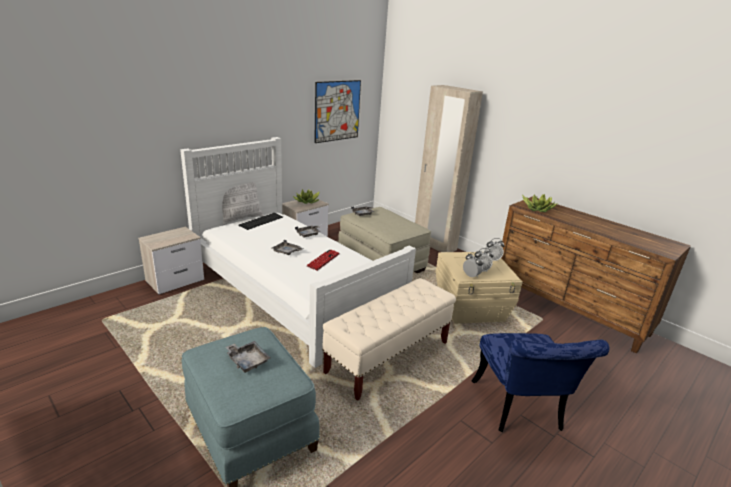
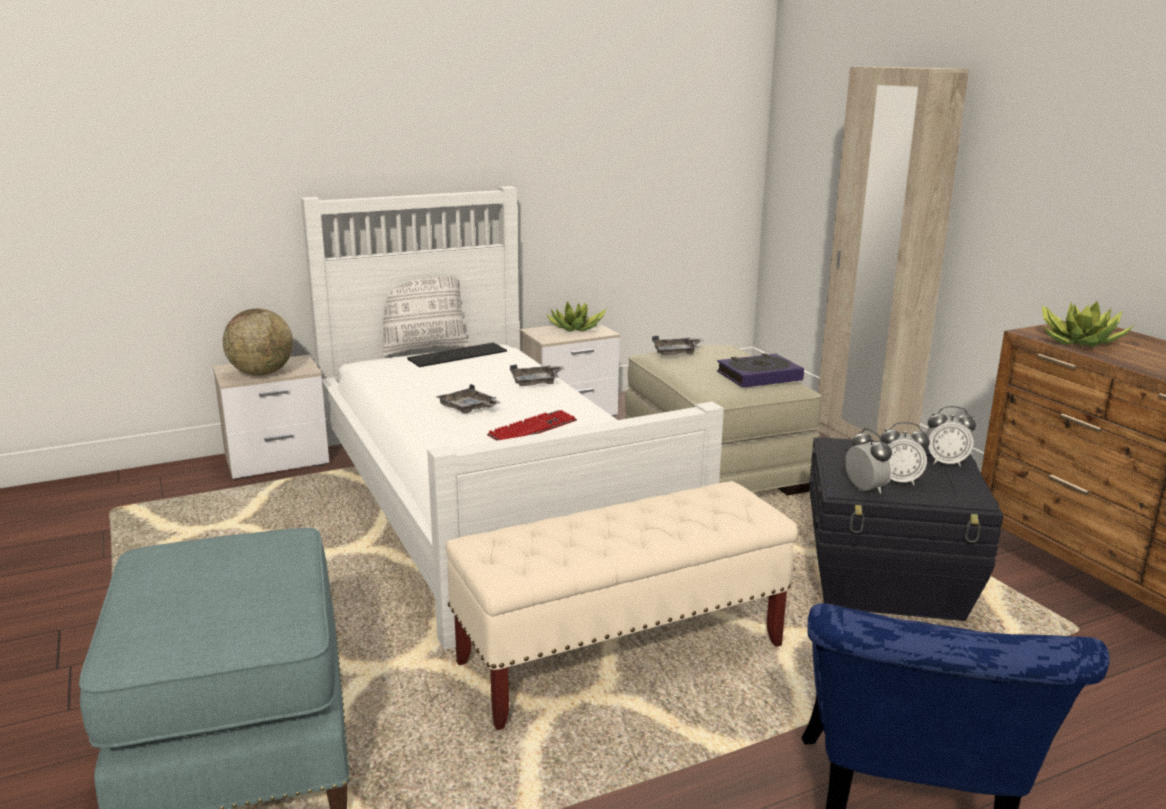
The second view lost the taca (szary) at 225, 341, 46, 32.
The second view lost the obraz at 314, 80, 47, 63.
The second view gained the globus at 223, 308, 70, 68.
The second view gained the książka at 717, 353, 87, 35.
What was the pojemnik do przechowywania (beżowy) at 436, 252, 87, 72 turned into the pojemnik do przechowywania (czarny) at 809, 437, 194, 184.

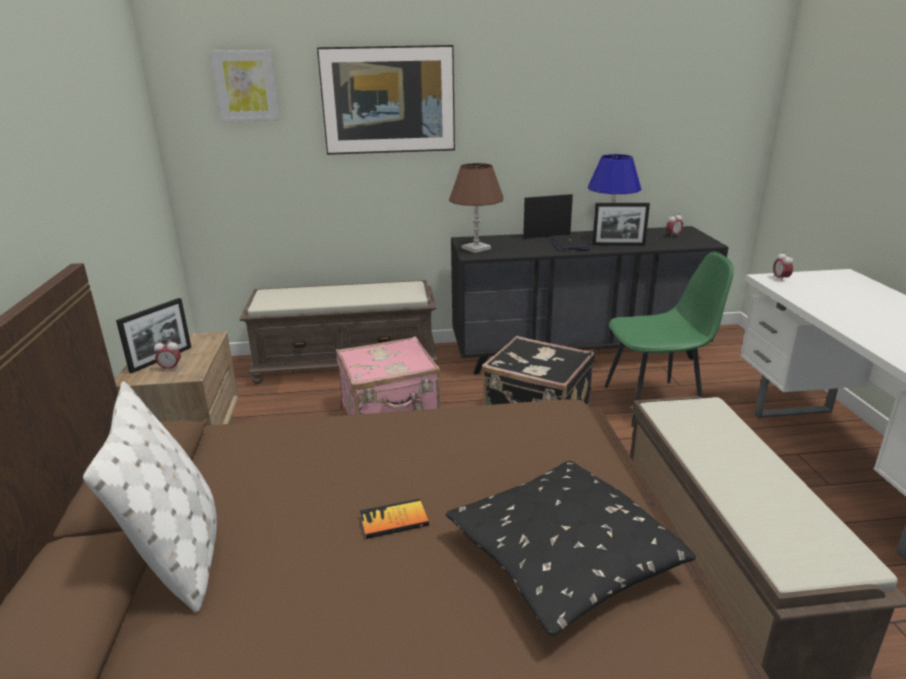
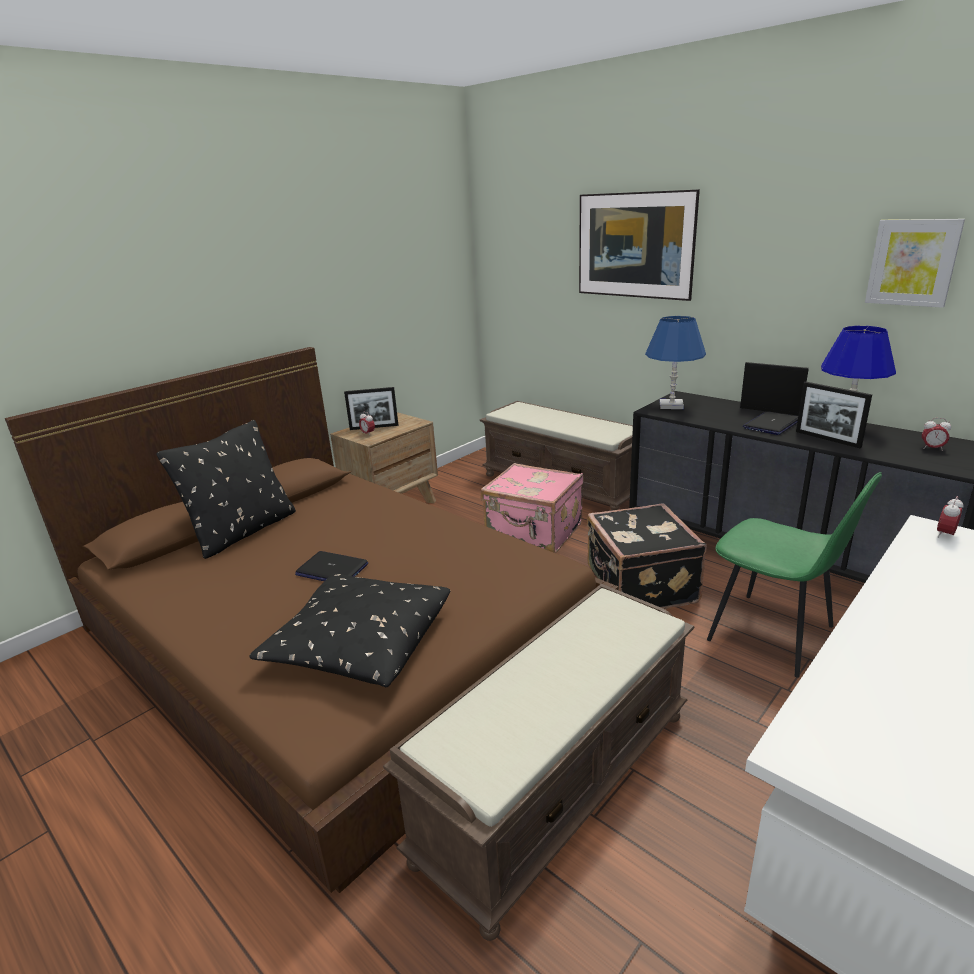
The obraz ended up elsewhere, having gone from 210, 50, 69, 72 to 865, 219, 100, 89.
Where the książka stood at 360, 499, 69, 40, the laptop came to stand at 295, 551, 73, 31.
What was the poduszka (biały) at 83, 381, 134, 231 turned into the poduszka (czarny) at 156, 420, 140, 139.
What was the lampa stołowa (brązowy) at 449, 163, 55, 90 turned into the lampa stołowa (niebieski) at 645, 316, 61, 93.

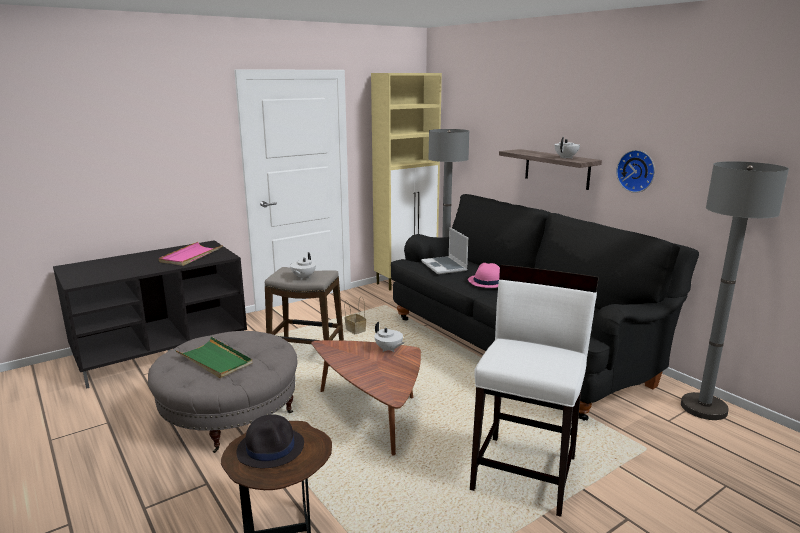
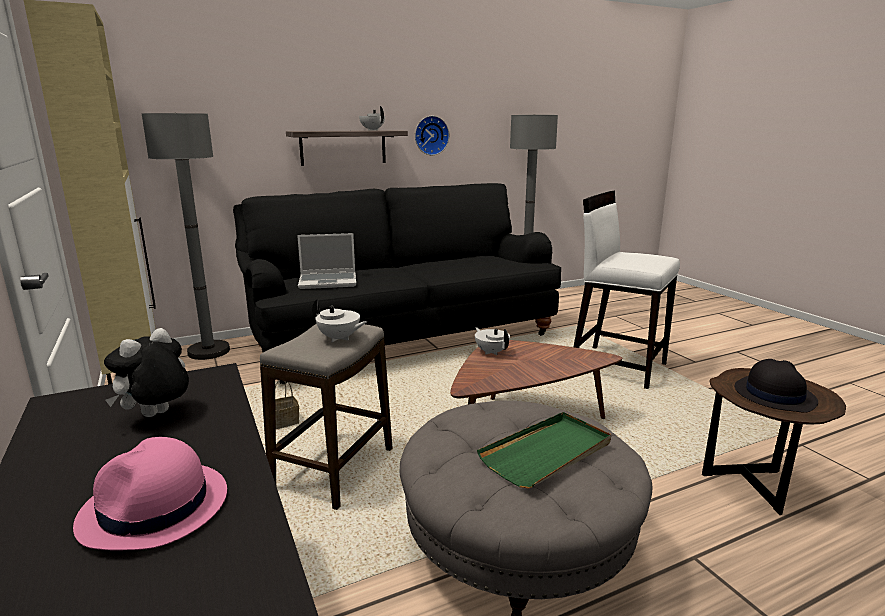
The kapelusz (różowy) ended up elsewhere, having gone from 468, 263, 32, 25 to 73, 437, 154, 113.
Where the taca (różowy) stood at 159, 242, 64, 24, the pluszak came to stand at 104, 328, 85, 89.
The imbryk (biały) at 374, 322, 31, 30 ended up facing another way, 90 degrees counterclockwise from before.

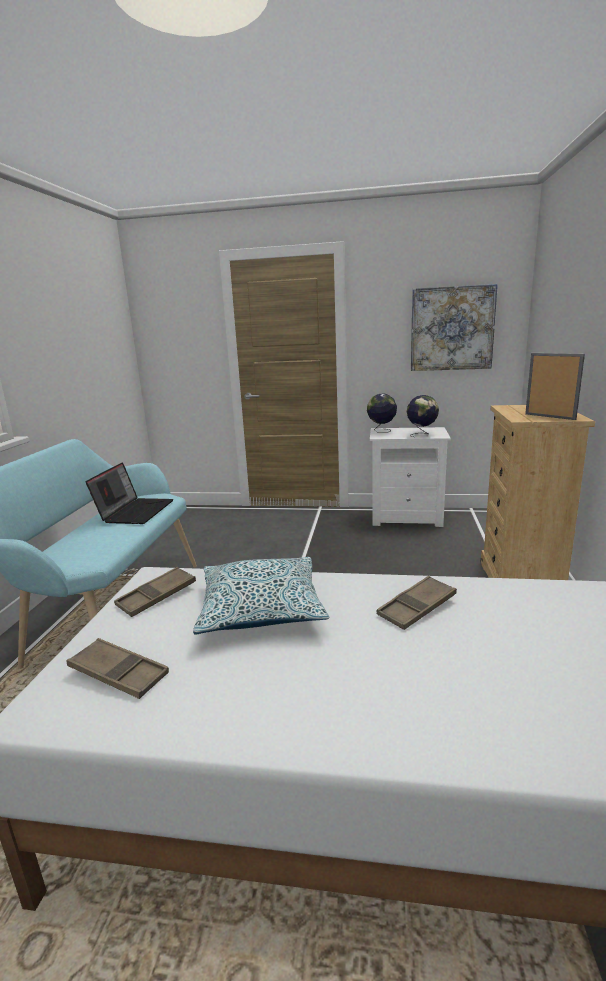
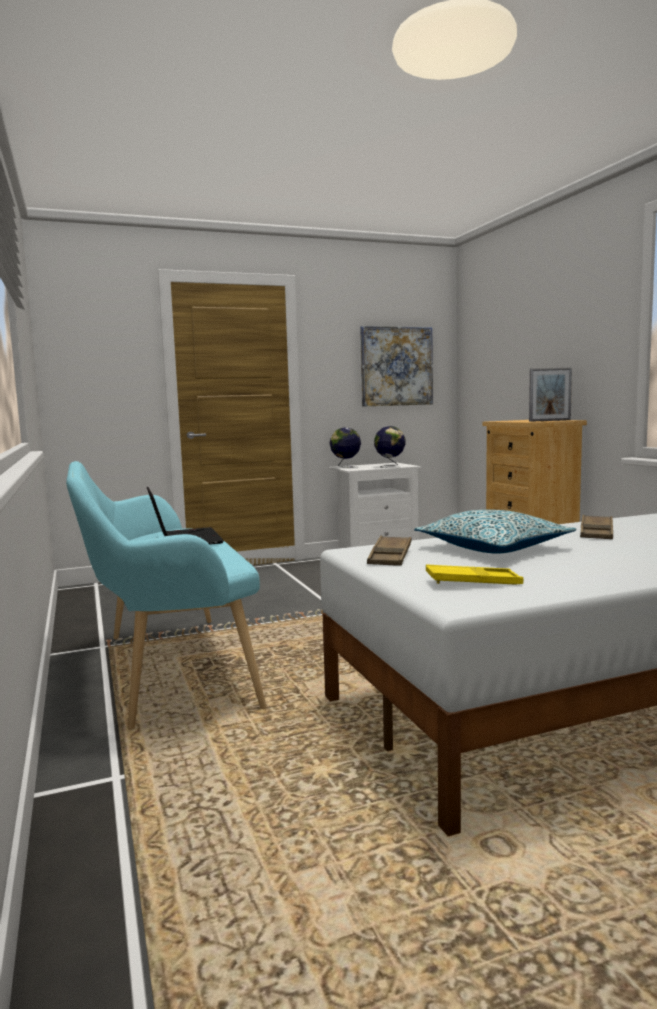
What was the taca (brązowy) at 66, 638, 103, 61 turned into the taca (żółty) at 426, 564, 98, 20.
The ramka na zdjęcie at 525, 353, 60, 67 ended up facing another way, 150 degrees clockwise from before.

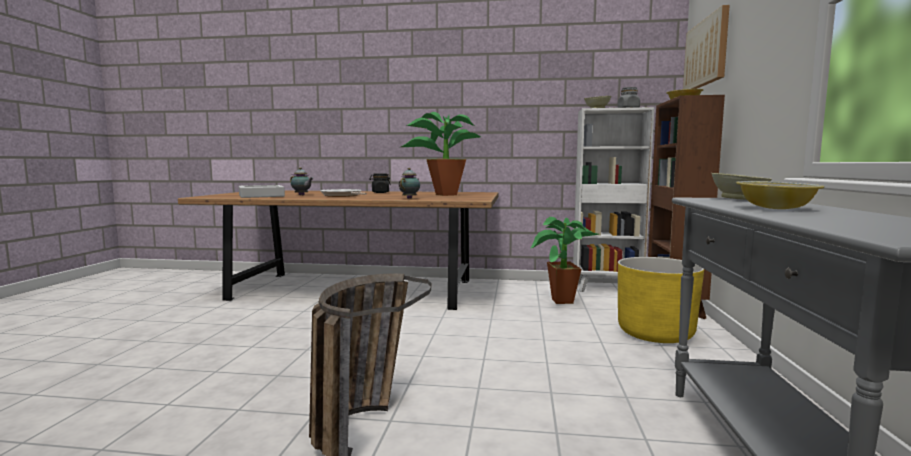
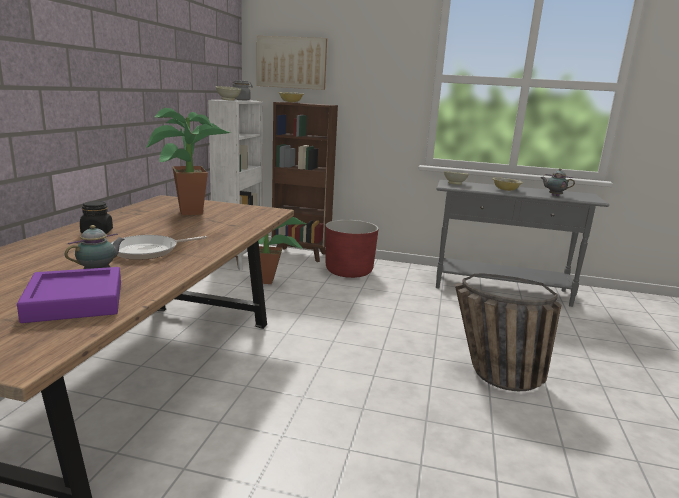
The imbryk ended up elsewhere, having gone from 399, 168, 21, 31 to 540, 169, 35, 27.
What was the taca (szary) at 239, 185, 46, 13 turned into the taca (fioletowy) at 17, 267, 104, 56.
What was the donica (żółty) at 618, 257, 86, 86 turned into the donica (czerwony) at 325, 220, 54, 58.

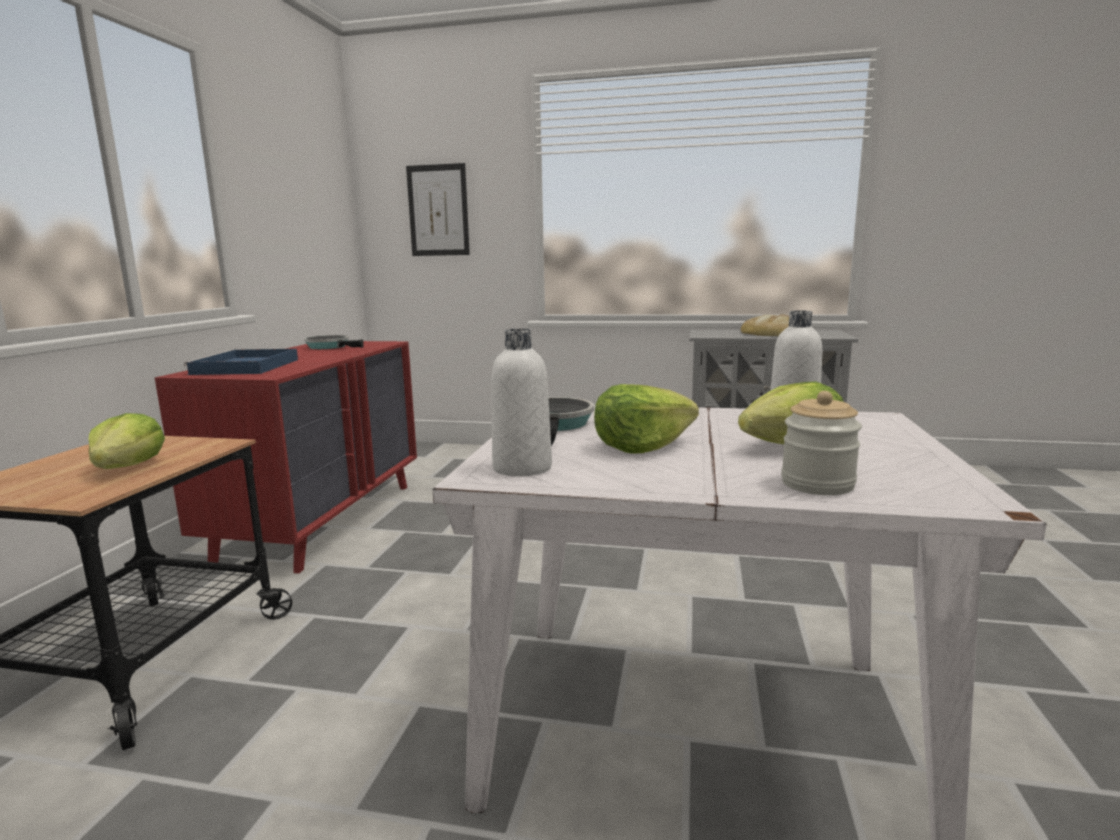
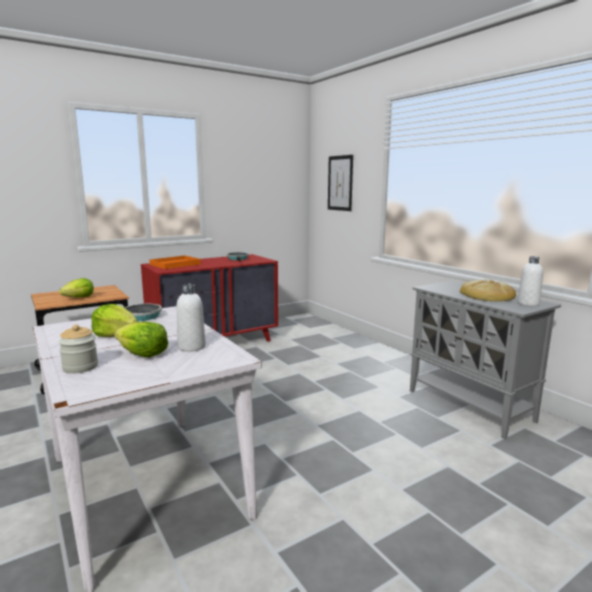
The butelka (biały) ended up elsewhere, having gone from 491, 328, 61, 149 to 517, 256, 26, 50.
What was the taca (niebieski) at 184, 349, 114, 26 turned into the taca (pomarańczowy) at 149, 255, 52, 14.

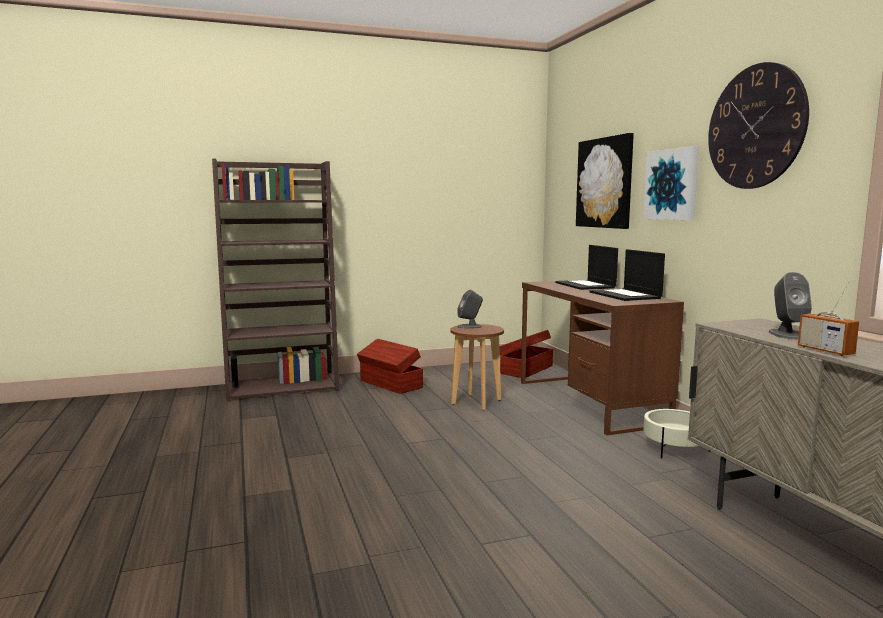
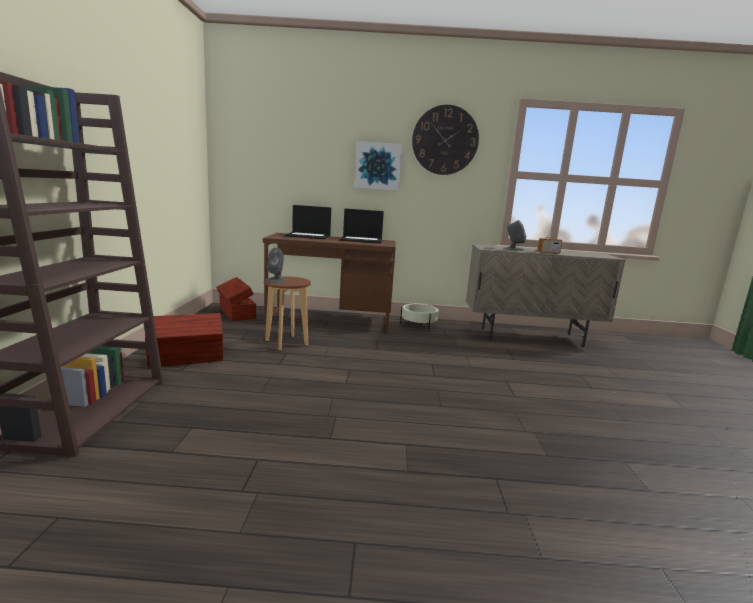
The second view lost the obraz at 576, 133, 58, 96.

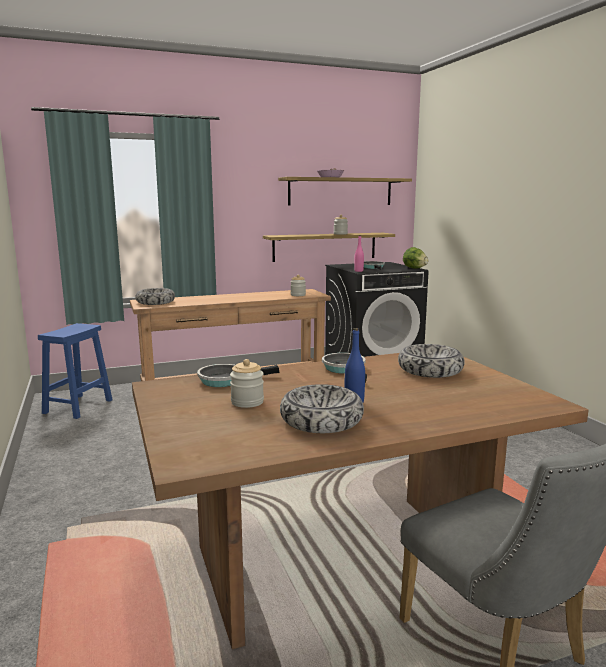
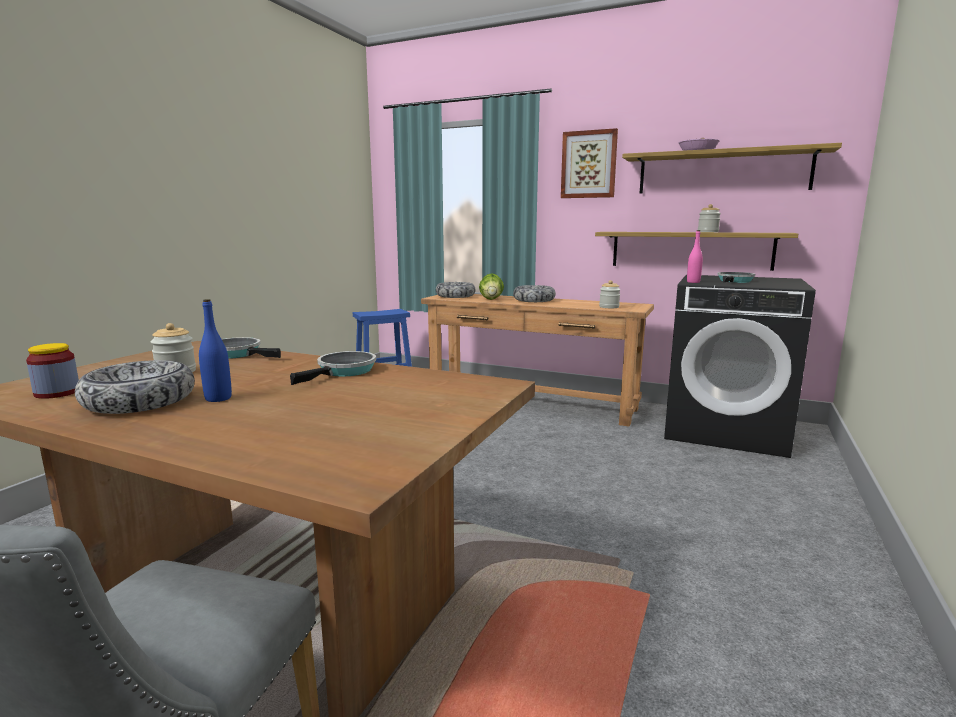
The second view gained the słoik at 26, 343, 53, 56.
The second view gained the obraz at 561, 128, 57, 70.
The miska ended up elsewhere, having gone from 398, 344, 67, 34 to 513, 285, 43, 17.
The sałata ended up elsewhere, having gone from 403, 247, 25, 22 to 479, 273, 25, 27.

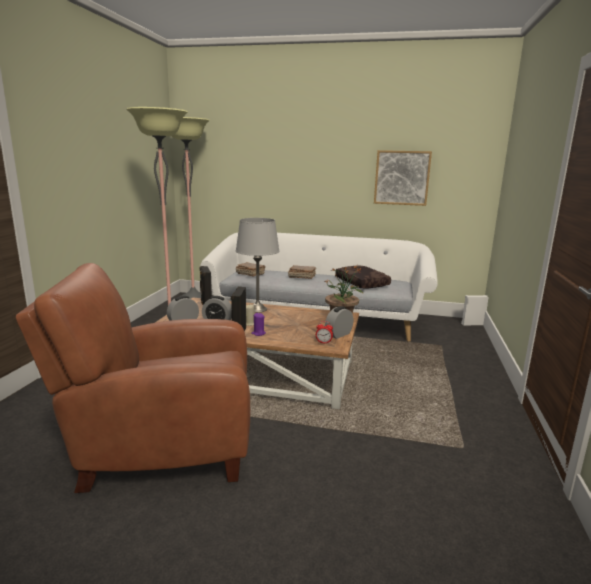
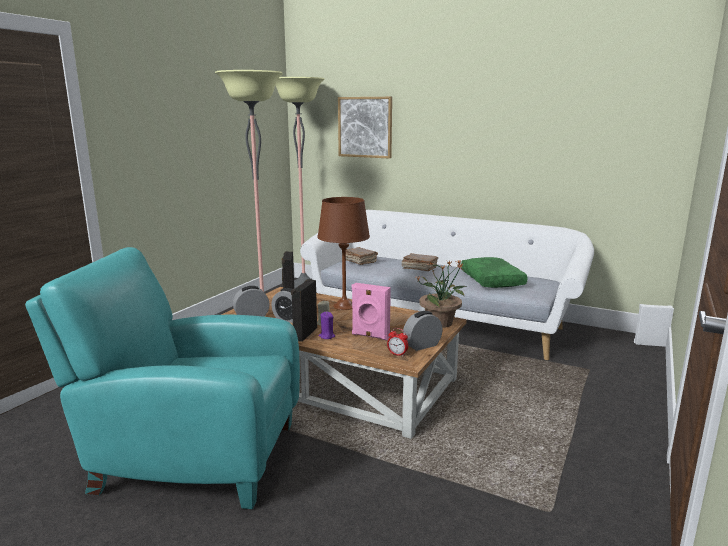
The second view gained the głośnik (różowy) at 352, 283, 39, 57.
The obraz ended up elsewhere, having gone from 374, 150, 58, 56 to 338, 97, 54, 61.
What was the fotel (brązowy) at 16, 263, 234, 230 turned into the fotel (turkusowy) at 25, 247, 275, 262.
What was the lampa stołowa (szary) at 236, 218, 44, 94 turned into the lampa stołowa (brązowy) at 317, 197, 53, 113.
What was the poduszka (brązowy) at 335, 266, 56, 23 turned into the poduszka (zielony) at 461, 257, 67, 31.

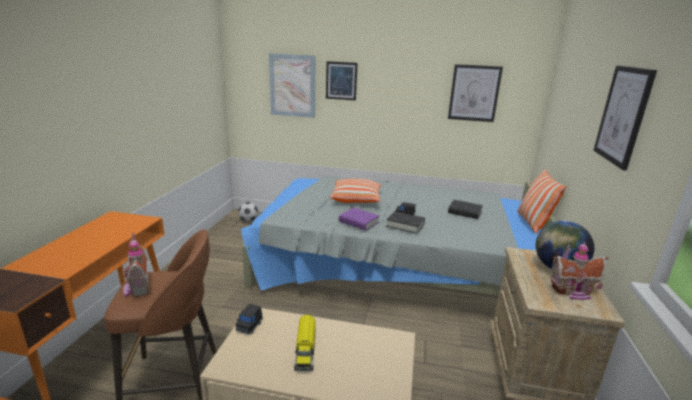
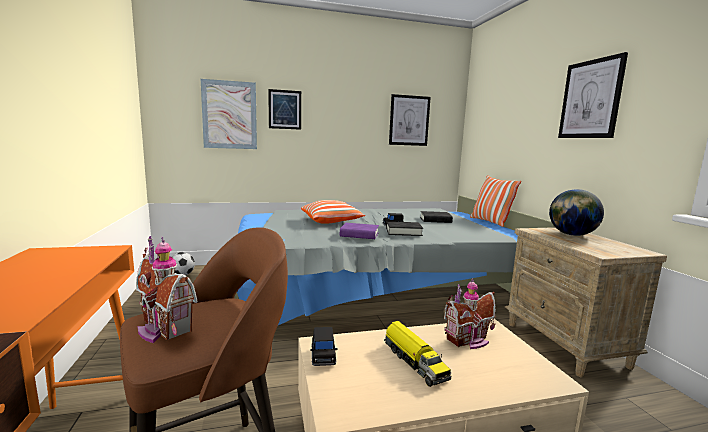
The domek ended up elsewhere, having gone from 550, 242, 58, 58 to 444, 278, 52, 71.

